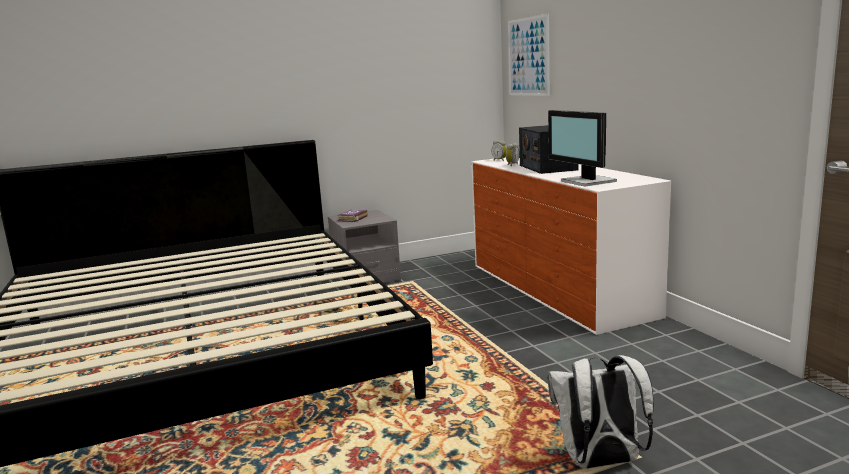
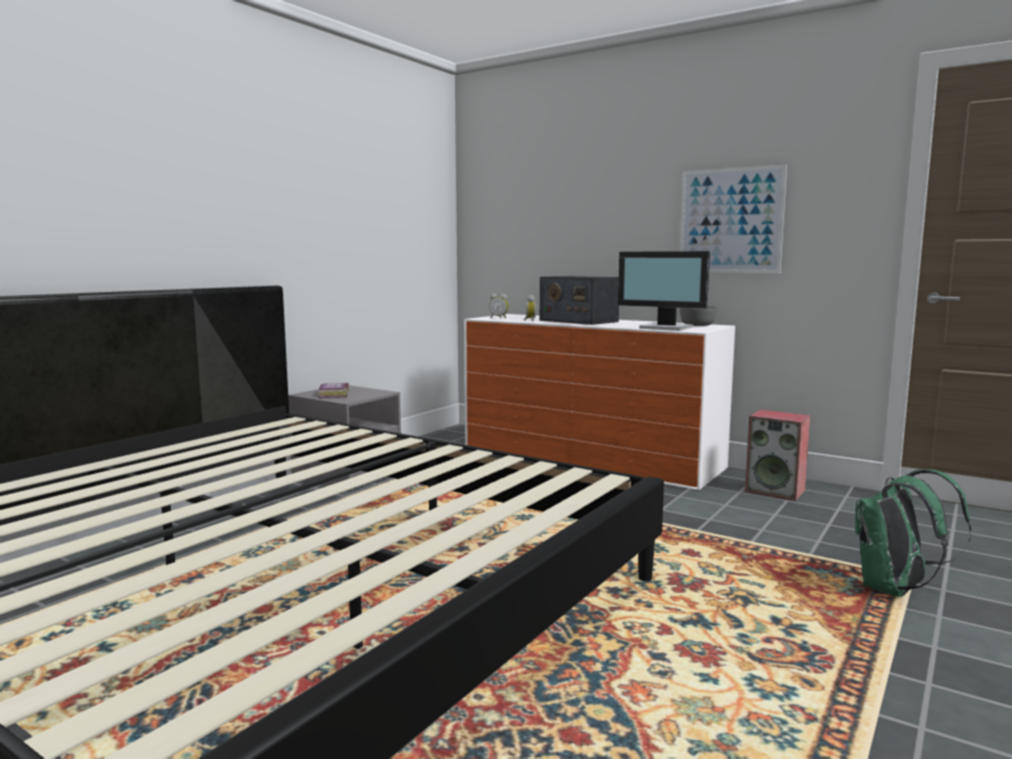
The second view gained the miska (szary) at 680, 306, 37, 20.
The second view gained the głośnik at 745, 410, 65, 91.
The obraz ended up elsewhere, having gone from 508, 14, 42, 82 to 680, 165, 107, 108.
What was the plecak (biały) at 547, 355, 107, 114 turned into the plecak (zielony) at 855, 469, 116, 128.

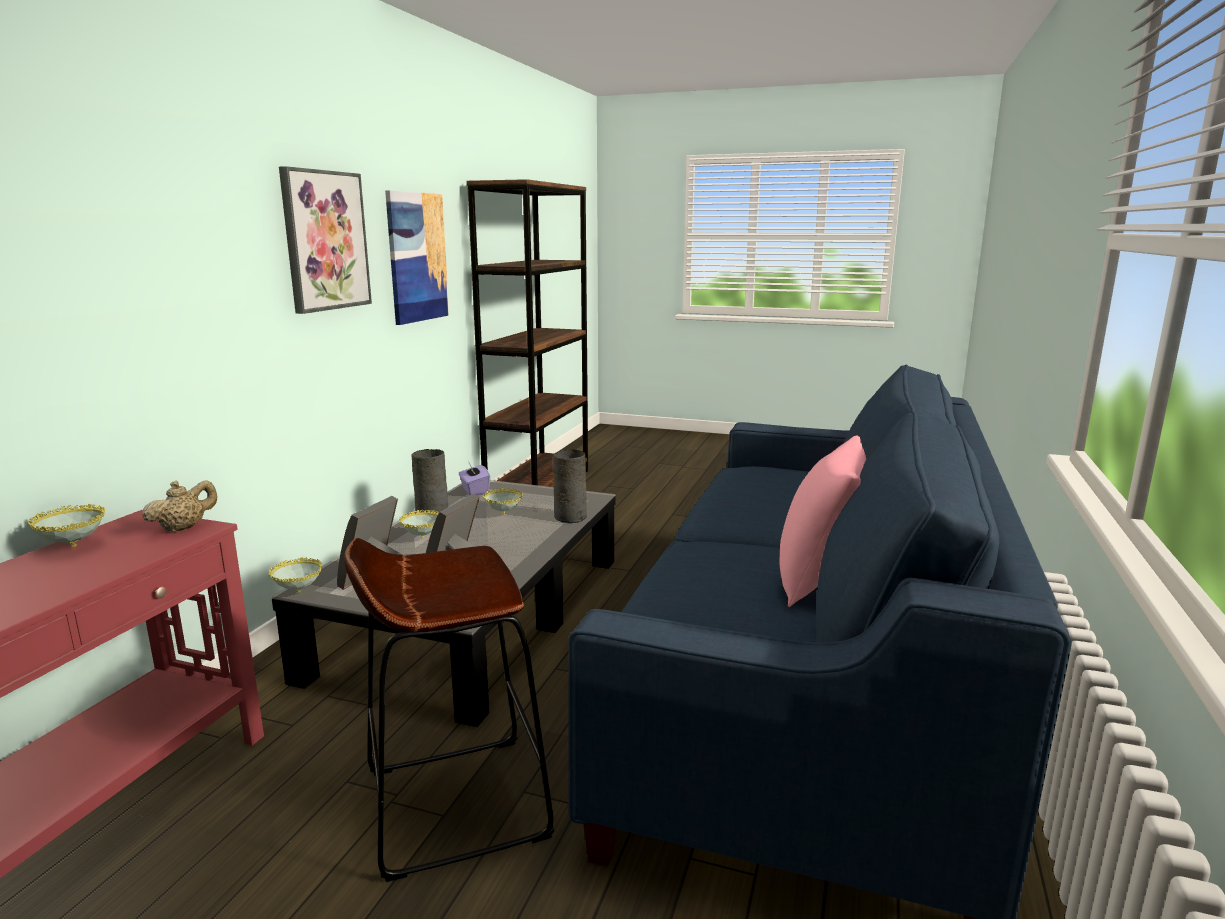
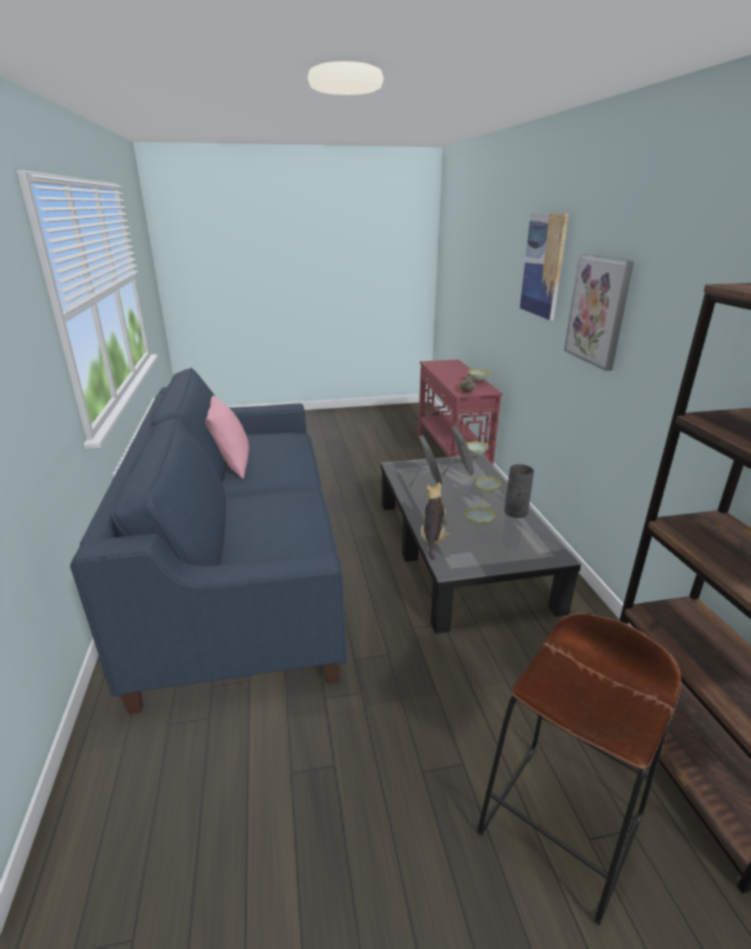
The second view lost the pudełko chusteczek (fioletowy) at 459, 461, 31, 35.
The stołek (brązowy) ended up elsewhere, having gone from 344, 538, 210, 344 to 477, 613, 204, 313.
The obraz ended up elsewhere, having gone from 385, 190, 64, 135 to 520, 213, 49, 107.
Where the wazon (szary) stood at 553, 449, 34, 74, the pluszak came to stand at 420, 482, 31, 78.

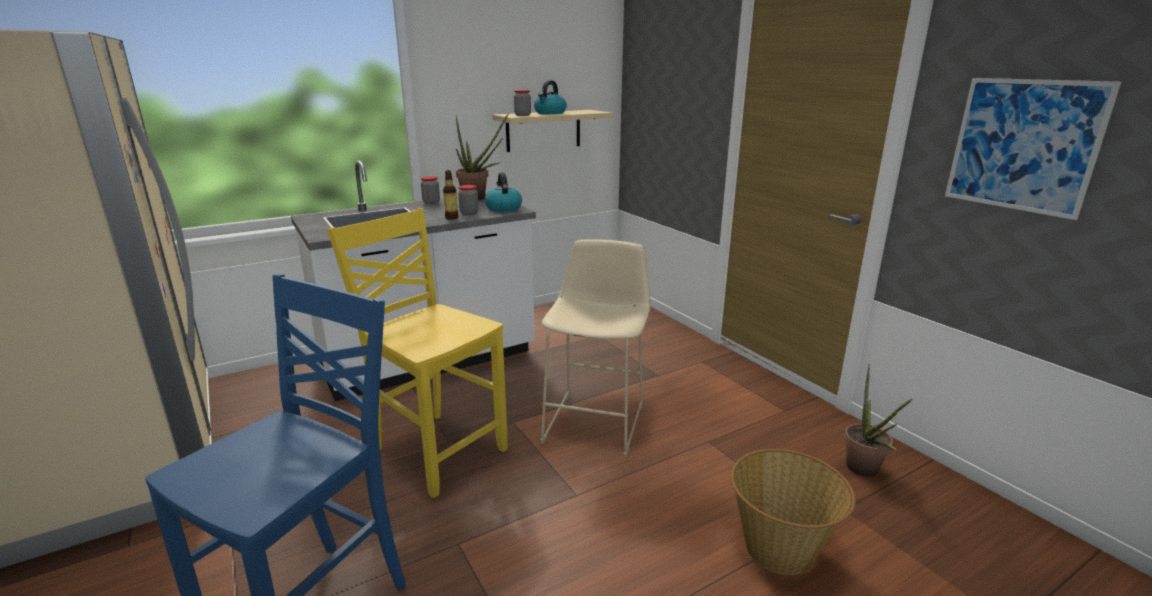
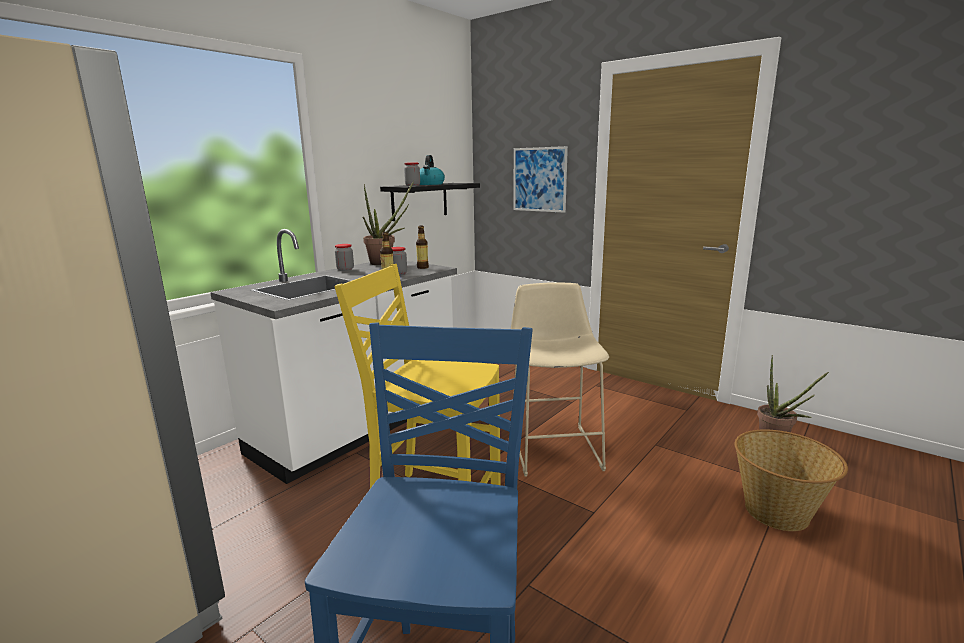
The obraz ended up elsewhere, having gone from 945, 78, 176, 142 to 513, 146, 55, 67.
Where the czajnik stood at 485, 172, 37, 40, the butelka came to stand at 416, 226, 13, 43.
What was the półka (beżowy) at 492, 110, 120, 42 turned into the półka (czarny) at 380, 183, 100, 38.

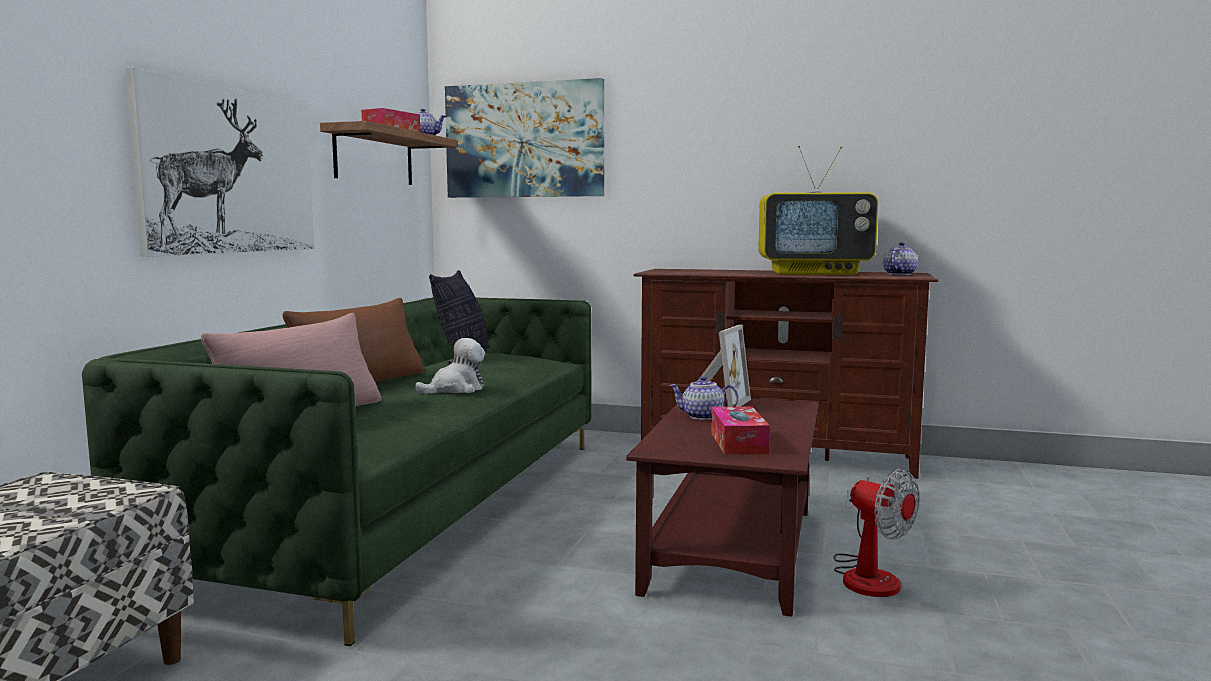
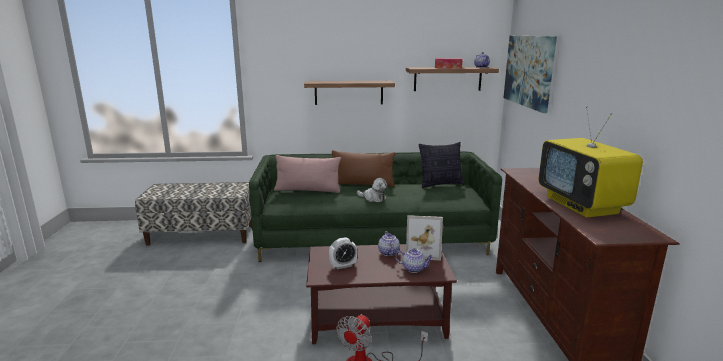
The imbryk ended up elsewhere, having gone from 883, 242, 35, 33 to 395, 248, 39, 25.
Where the obraz hung at 126, 67, 189, 190, the półka came to hang at 304, 81, 91, 24.
Where the pudełko chusteczek stood at 711, 407, 59, 48, the budzik came to stand at 329, 237, 29, 32.

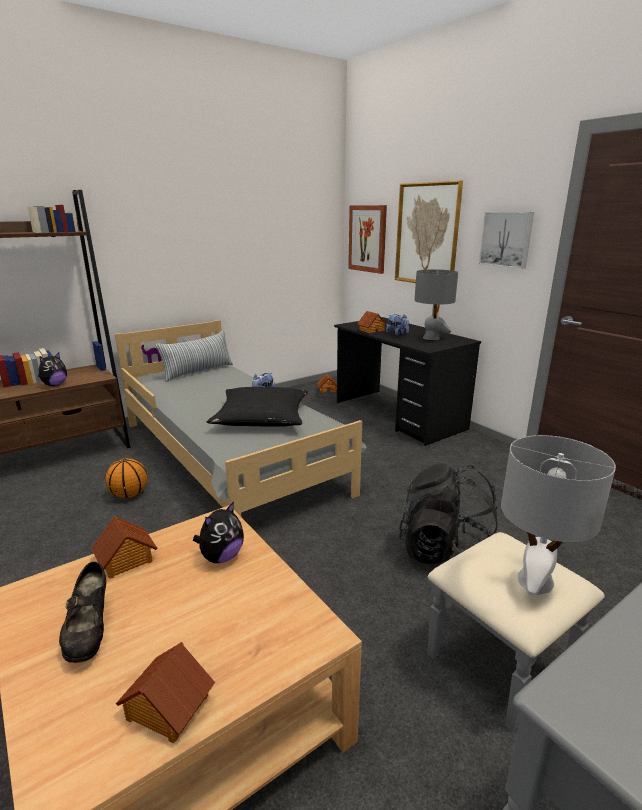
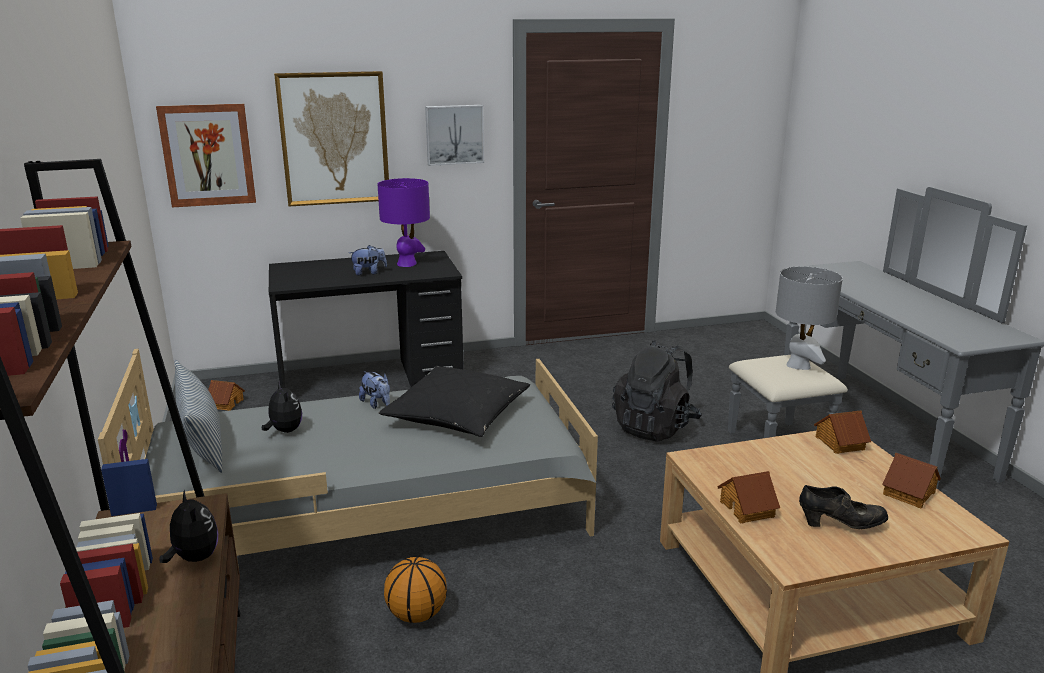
The pluszak ended up elsewhere, having gone from 193, 501, 51, 62 to 262, 380, 40, 53.
The domek ended up elsewhere, having gone from 357, 311, 30, 22 to 814, 410, 57, 44.
What was the lampa stołowa (szary) at 415, 269, 43, 71 turned into the lampa stołowa (fioletowy) at 377, 178, 53, 89.

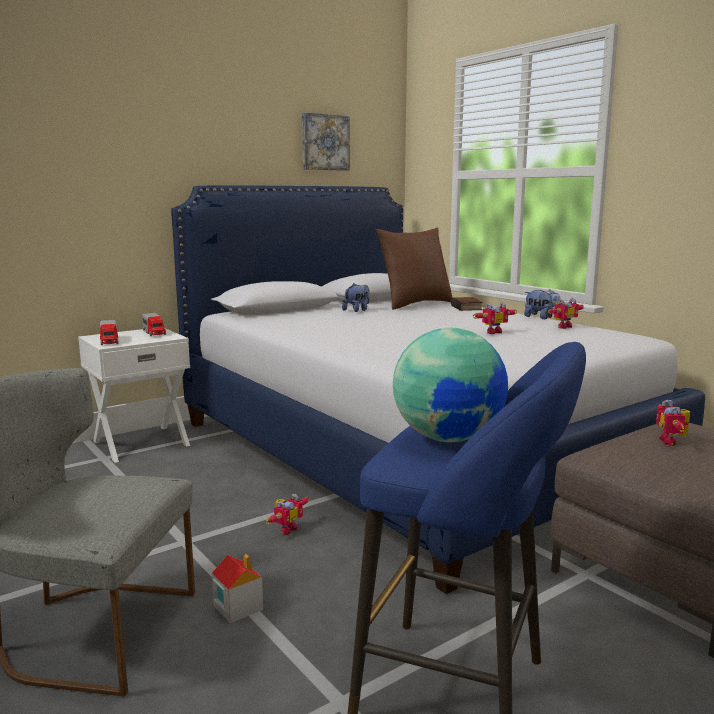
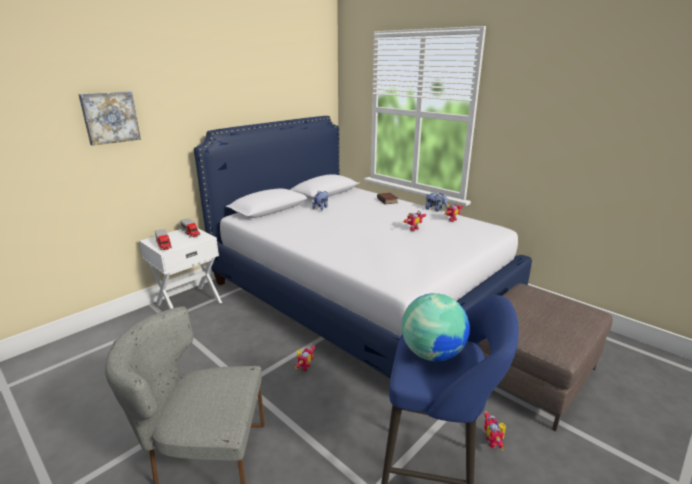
The second view lost the domek at 212, 554, 51, 69.
The second view lost the poduszka (brązowy) at 376, 227, 77, 83.
The obraz ended up elsewhere, having gone from 302, 112, 48, 59 to 78, 91, 63, 55.
The robot zabawkowy ended up elsewhere, having gone from 656, 400, 34, 46 to 484, 411, 22, 40.

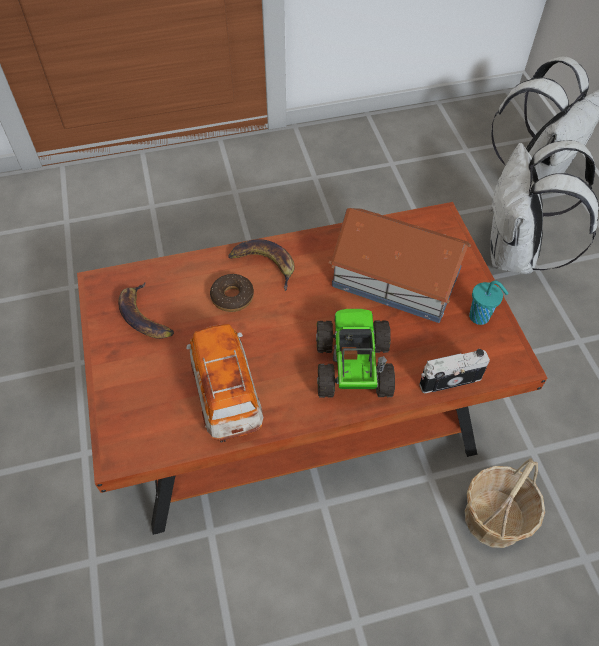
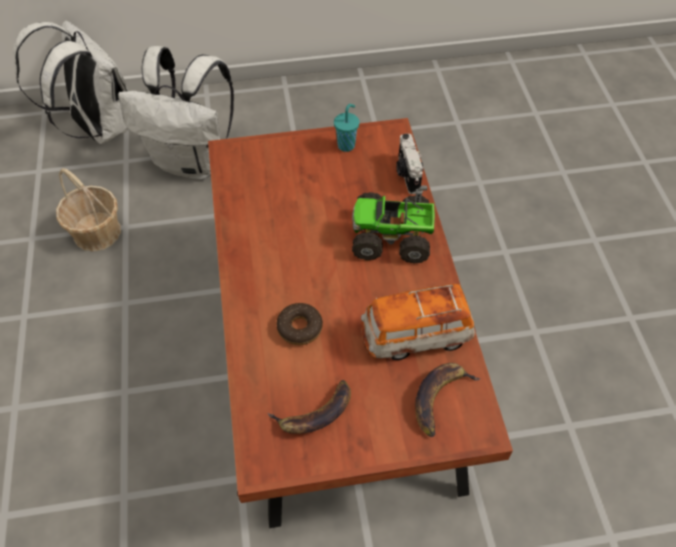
The second view lost the domek at 329, 208, 142, 115.
The banan ended up elsewhere, having gone from 228, 239, 66, 52 to 415, 363, 66, 74.
The koszyk ended up elsewhere, having gone from 465, 458, 80, 90 to 56, 168, 65, 84.

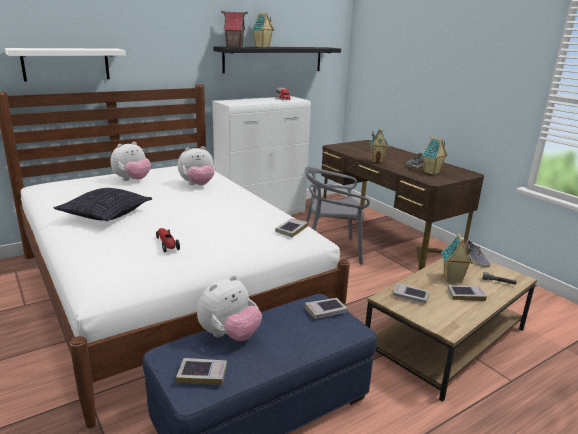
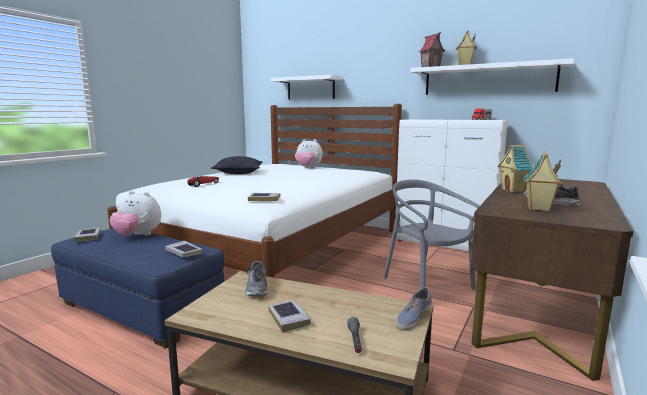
The second view lost the pluszak at 178, 146, 37, 39.
The second view lost the domek at 441, 233, 32, 50.
Where the książka stood at 393, 283, 37, 21, the but came to stand at 245, 261, 22, 36.
What was the półka (czarny) at 213, 46, 128, 28 turned into the półka (biały) at 411, 58, 163, 37.

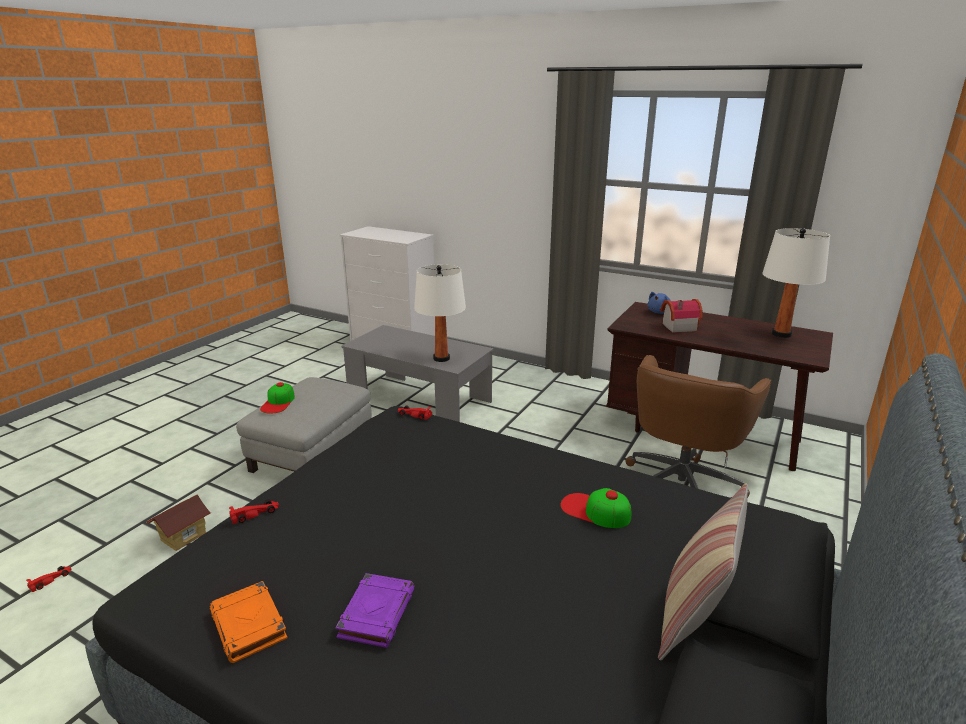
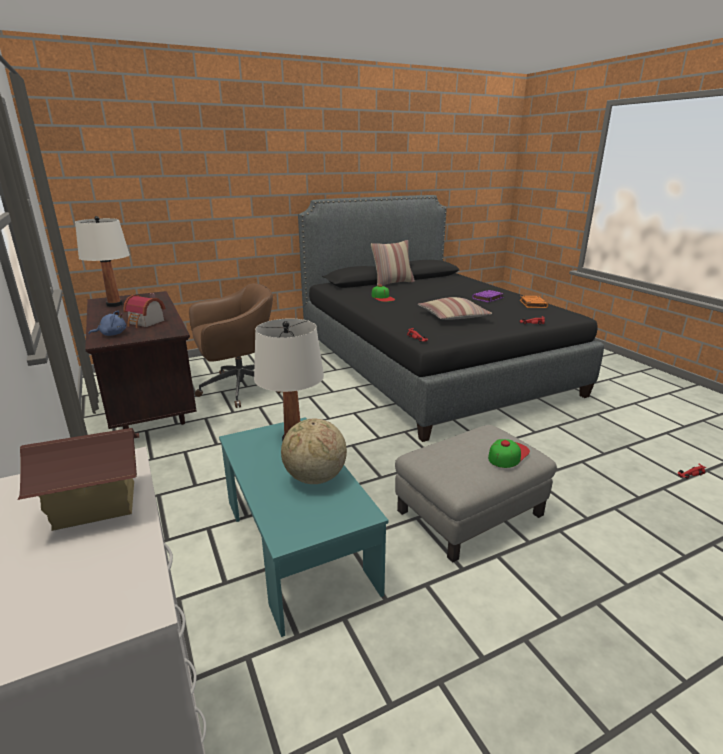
The second view gained the globus at 281, 418, 66, 66.
The second view gained the poduszka at 418, 297, 74, 23.
The domek ended up elsewhere, having gone from 146, 495, 65, 56 to 18, 428, 121, 103.
What was the ława (szary) at 342, 325, 152, 97 turned into the ława (turkusowy) at 219, 417, 169, 220.

